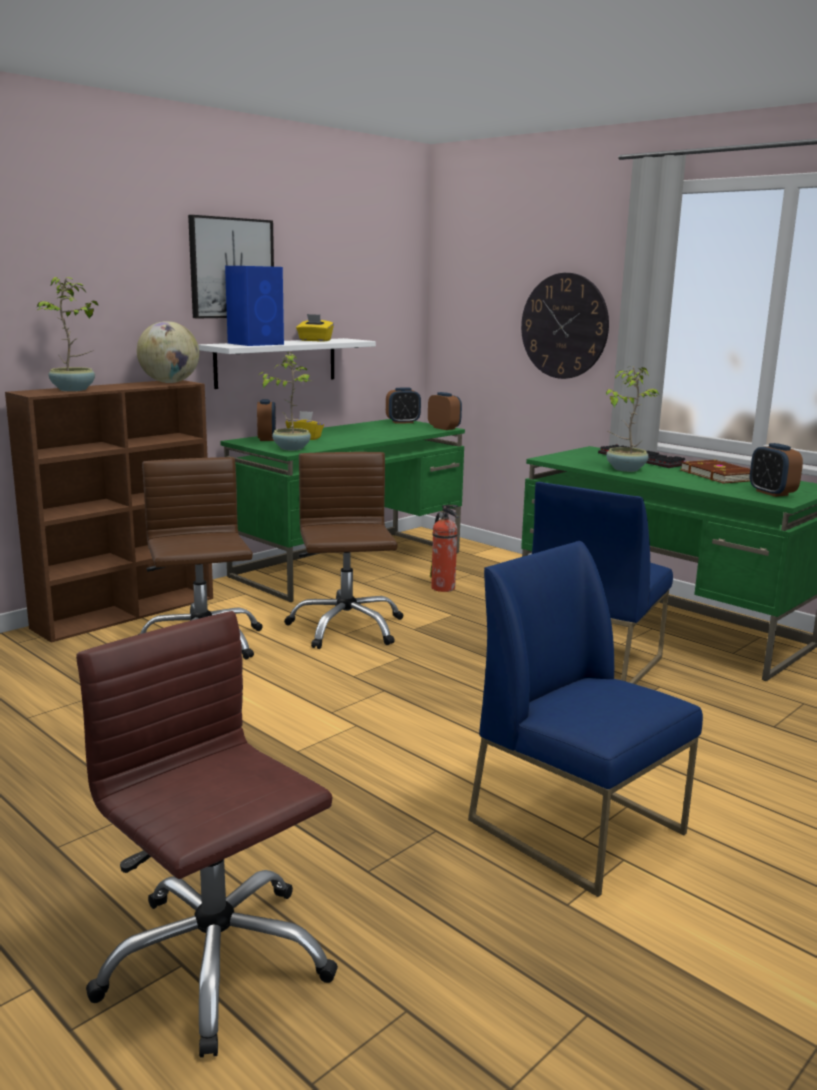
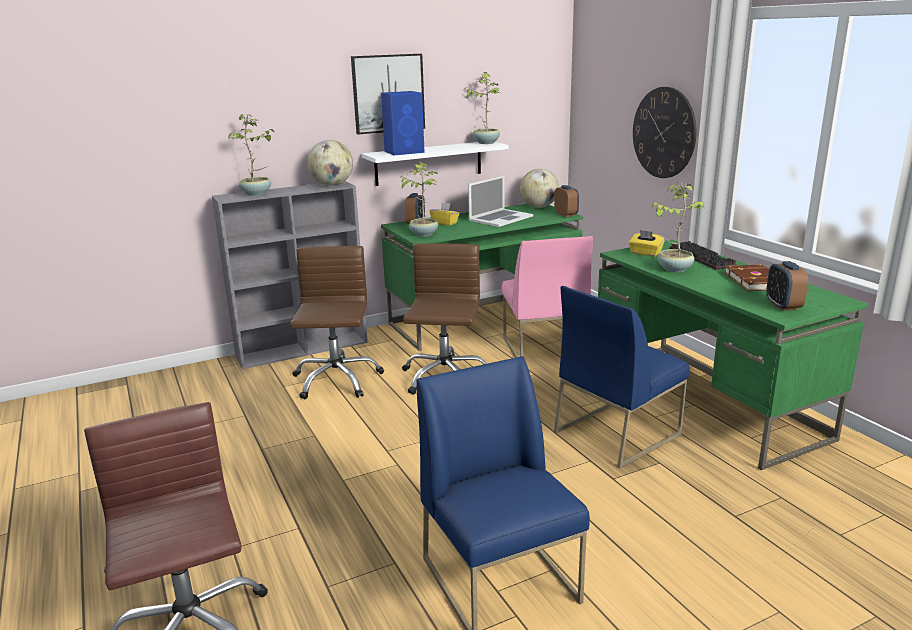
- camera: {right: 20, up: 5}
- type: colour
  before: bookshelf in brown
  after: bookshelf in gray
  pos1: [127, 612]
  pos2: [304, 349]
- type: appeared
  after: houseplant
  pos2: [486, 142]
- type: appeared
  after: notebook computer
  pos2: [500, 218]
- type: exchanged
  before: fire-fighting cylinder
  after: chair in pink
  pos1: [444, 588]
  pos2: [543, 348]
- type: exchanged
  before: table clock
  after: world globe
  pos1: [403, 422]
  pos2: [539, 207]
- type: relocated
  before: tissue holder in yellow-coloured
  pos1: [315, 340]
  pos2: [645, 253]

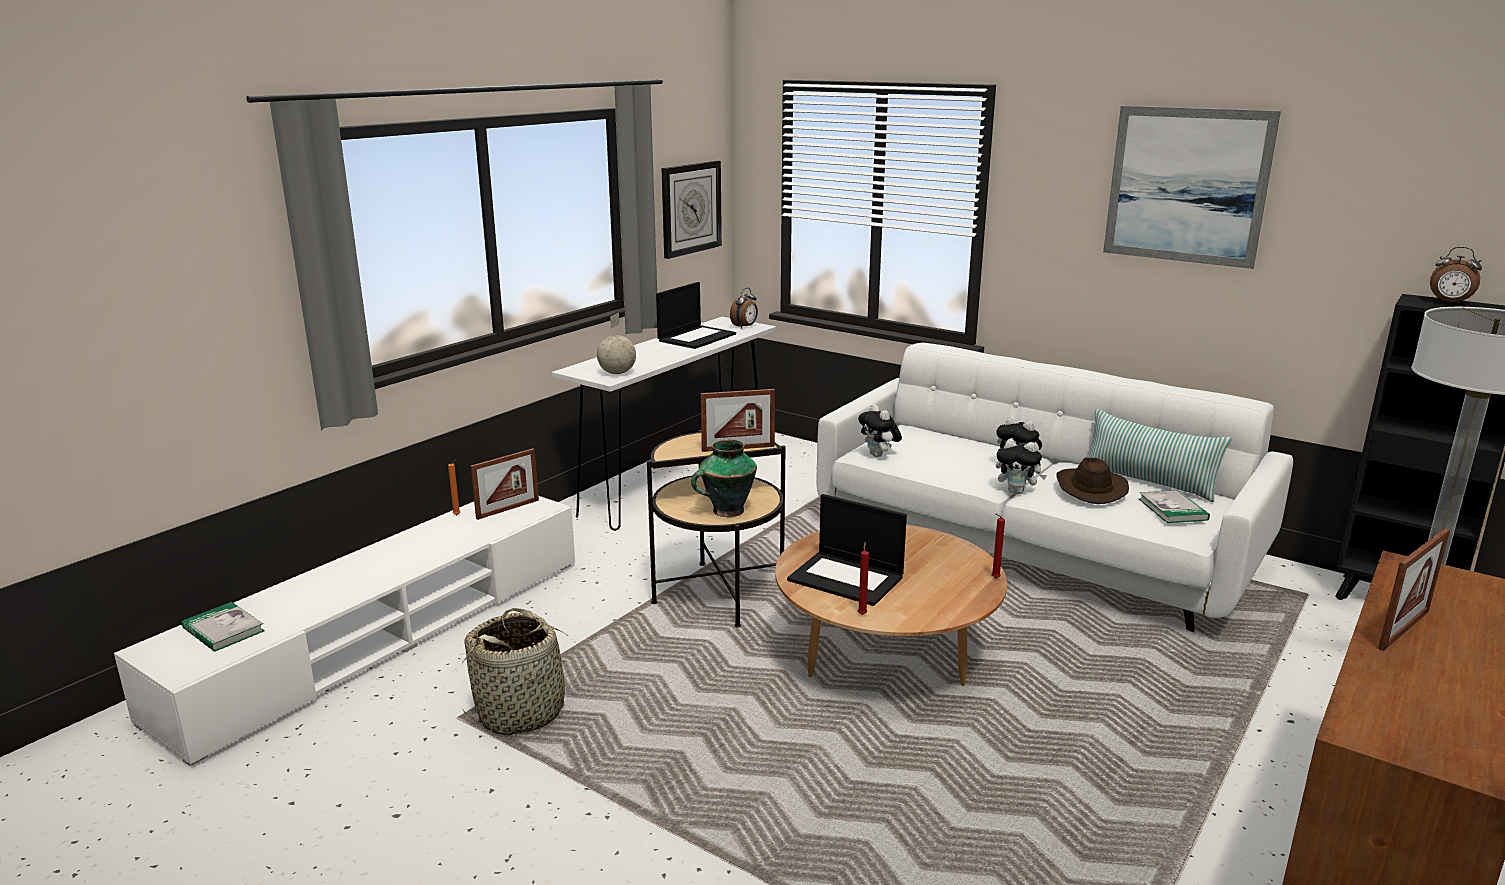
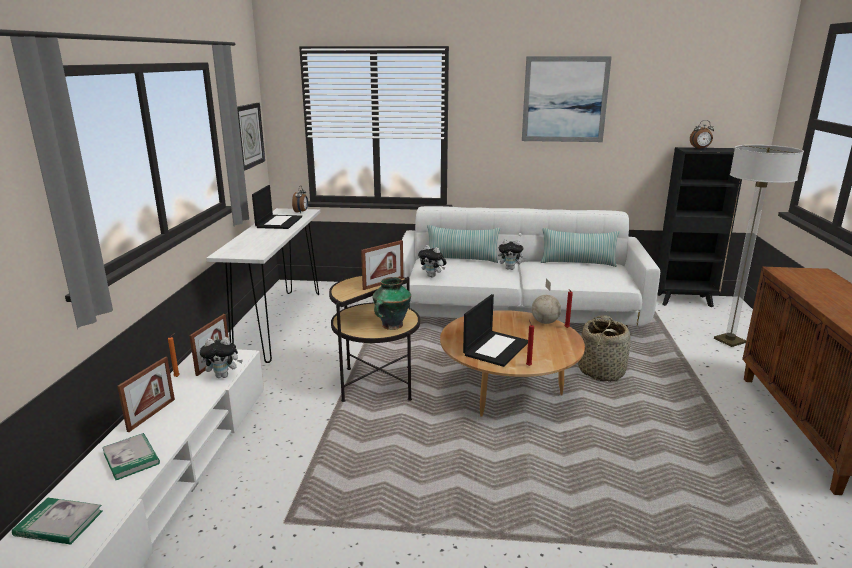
- camera: {right: -30, up: 0}
- type: relocated
  before: volume
  pos1: [1172, 509]
  pos2: [131, 458]
- type: relocated
  before: picture frame
  pos1: [1404, 629]
  pos2: [151, 415]
- type: relocated
  before: soft toy
  pos1: [1017, 491]
  pos2: [223, 376]
- type: appeared
  after: cushion
  pos2: [462, 259]
- type: spun
  before: notebook computer
  pos1: [847, 578]
  pos2: [496, 348]
  turn: -60
- type: relocated
  before: world globe
  pos1: [617, 373]
  pos2: [545, 322]
- type: relocated
  before: storage basket
  pos1: [522, 712]
  pos2: [601, 371]
- type: missing
  before: wearable hat in brown
  pos1: [1090, 488]

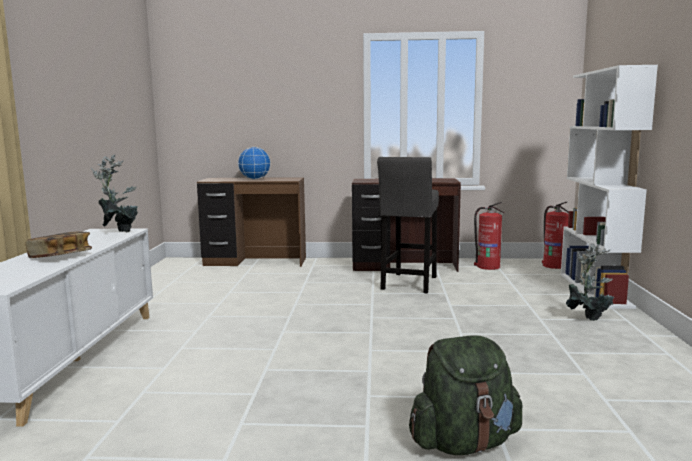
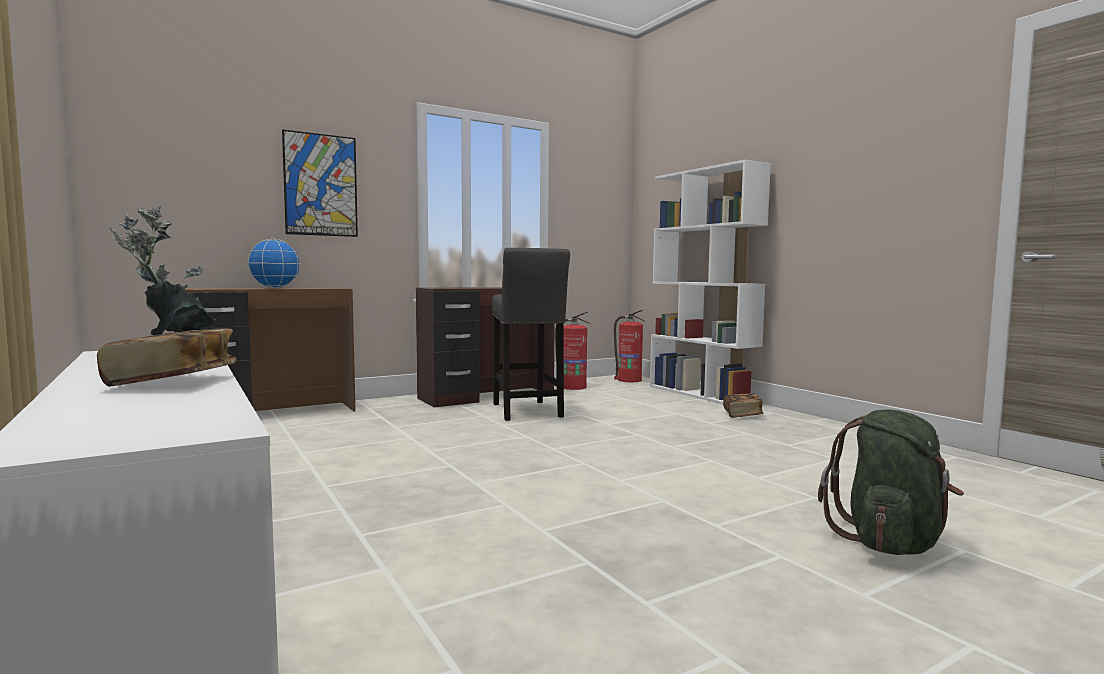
- camera: {right: -35, up: -5}
- type: appeared
  after: wall picture
  pos2: [321, 185]
- type: exchanged
  before: houseplant
  after: volume
  pos1: [588, 317]
  pos2: [742, 415]

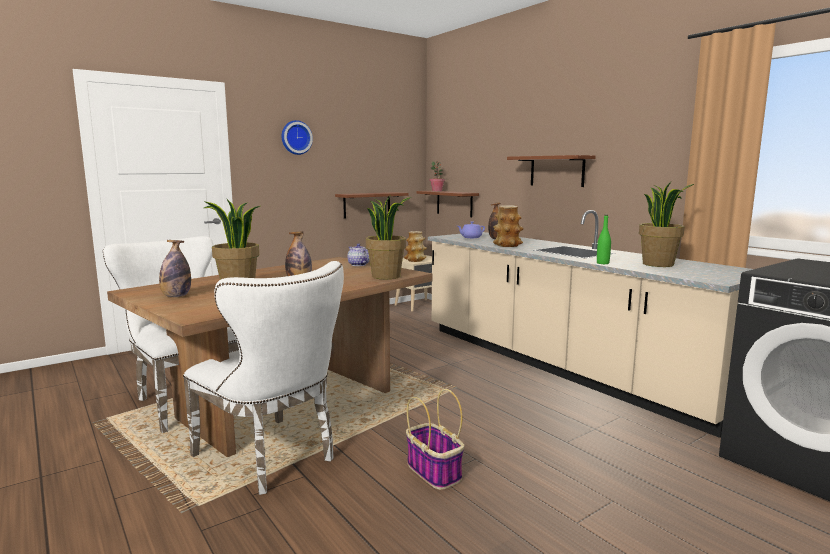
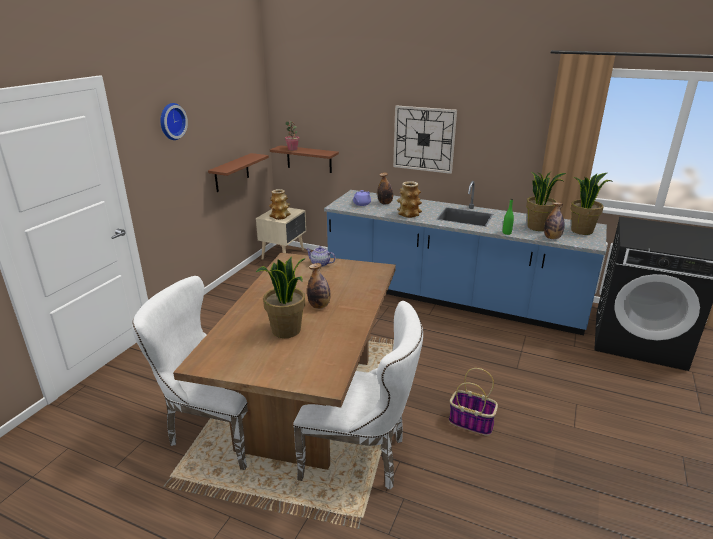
- camera: {right: -30, up: 15}
- type: colour
  before: kitchen counter in beige
  after: kitchen counter in bluish
  pos1: [561, 365]
  pos2: [452, 298]
- type: exchanged
  before: wall shelf in brown
  after: hanging clock
  pos1: [557, 171]
  pos2: [424, 139]
- type: relocated
  before: drink bottle
  pos1: [176, 296]
  pos2: [552, 238]
- type: relocated
  before: houseplant
  pos1: [386, 276]
  pos2: [581, 230]

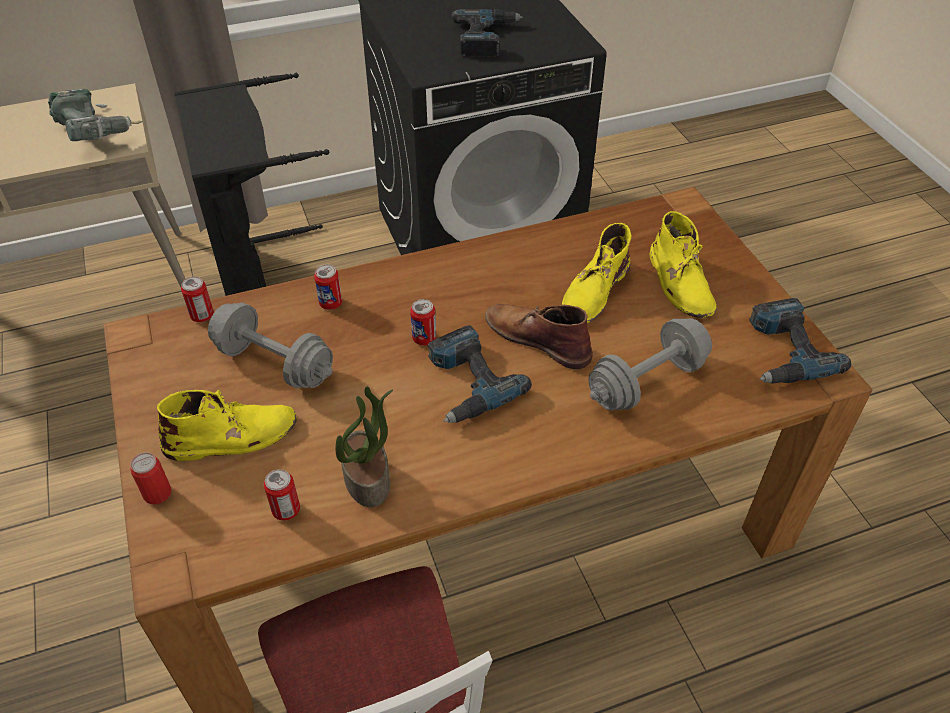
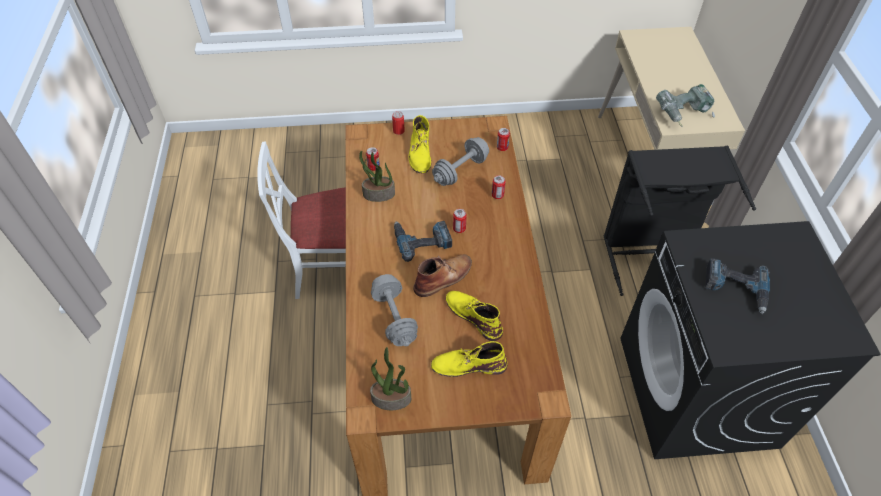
- camera: {right: 105, up: 5}
- type: exchanged
  before: drill
  after: houseplant
  pos1: [783, 351]
  pos2: [392, 398]

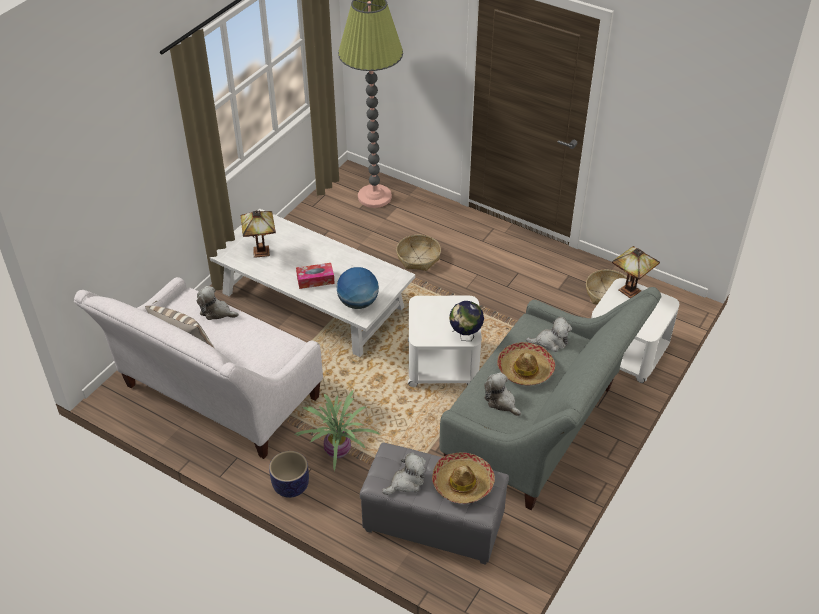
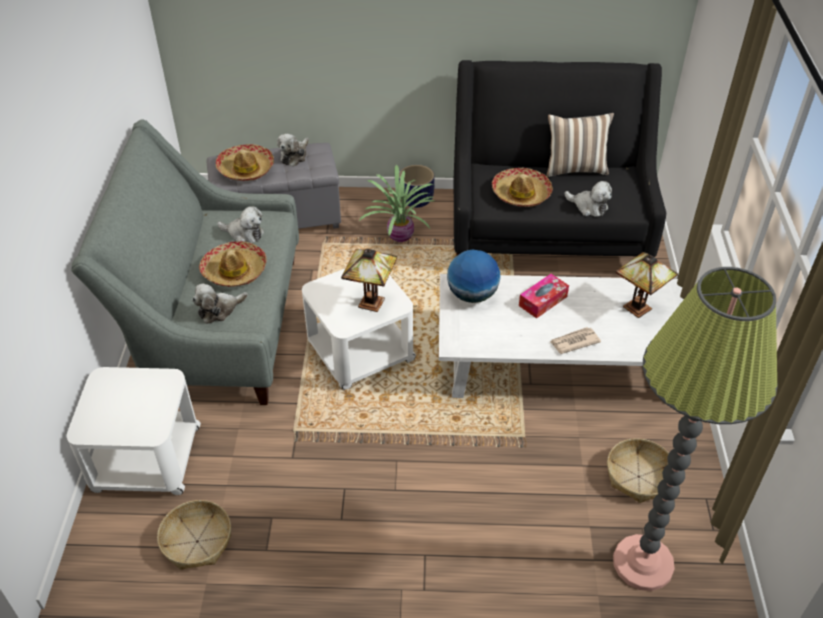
- camera: {right: 150, up: 0}
- type: relocated
  before: tabletop lamp
  pos1: [630, 289]
  pos2: [372, 304]
- type: colour
  before: couch in white
  after: couch in blackish
  pos1: [215, 399]
  pos2: [547, 233]
- type: appeared
  after: wearable hat
  pos2: [521, 194]
- type: appeared
  after: printed paper
  pos2: [574, 342]
- type: spun
  before: soft toy
  pos1: [216, 312]
  pos2: [588, 206]
  turn: 45
- type: relocated
  before: storage basket
  pos1: [418, 258]
  pos2: [639, 477]
- type: missing
  before: world globe
  pos1: [465, 336]

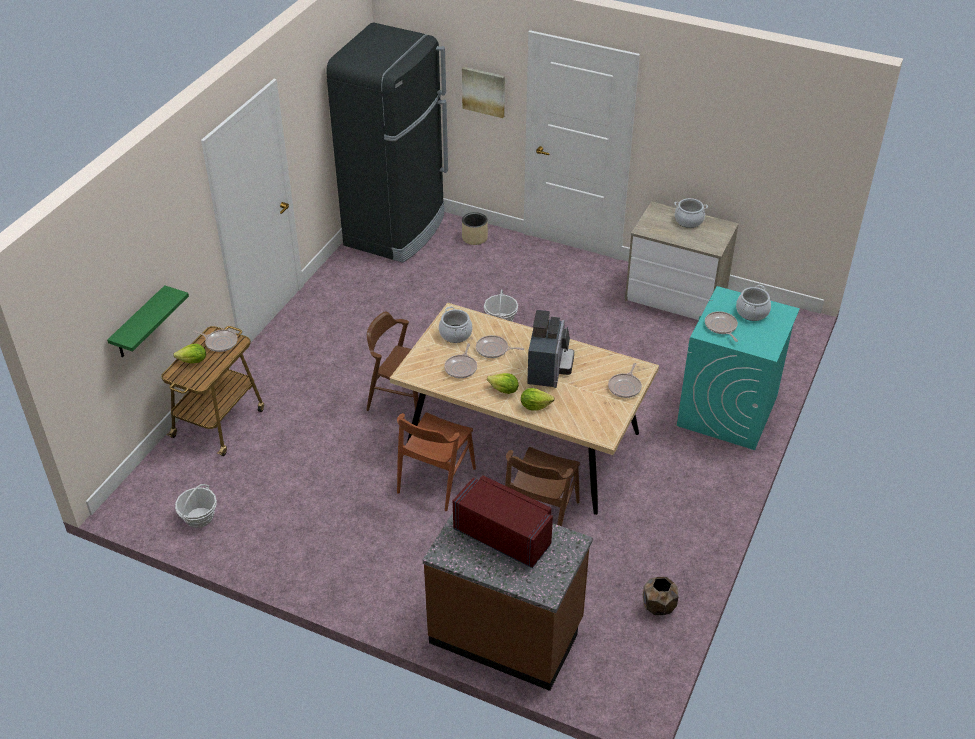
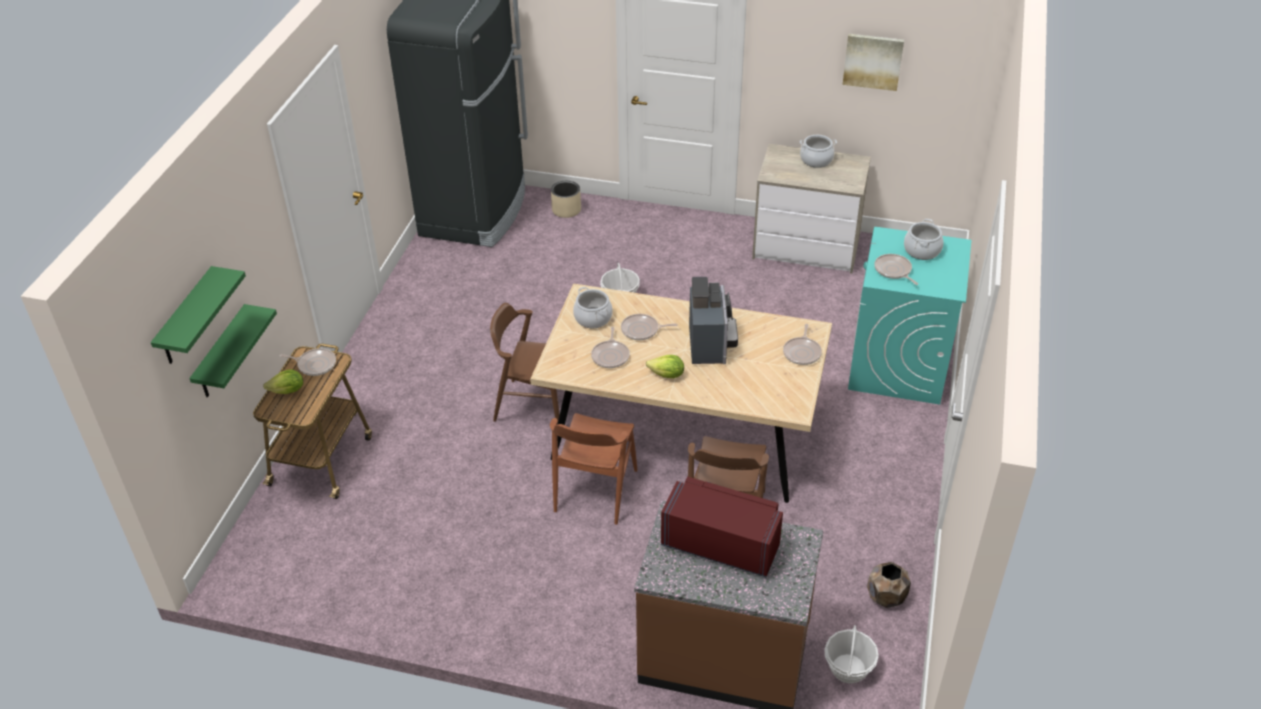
- camera: {right: -10, up: 0}
- type: appeared
  after: wall shelf in green-coloured
  pos2: [186, 318]
- type: relocated
  before: storage basket
  pos1: [199, 517]
  pos2: [848, 668]
- type: relocated
  before: wall picture
  pos1: [484, 91]
  pos2: [873, 61]
- type: missing
  before: lettuce head
  pos1: [535, 406]

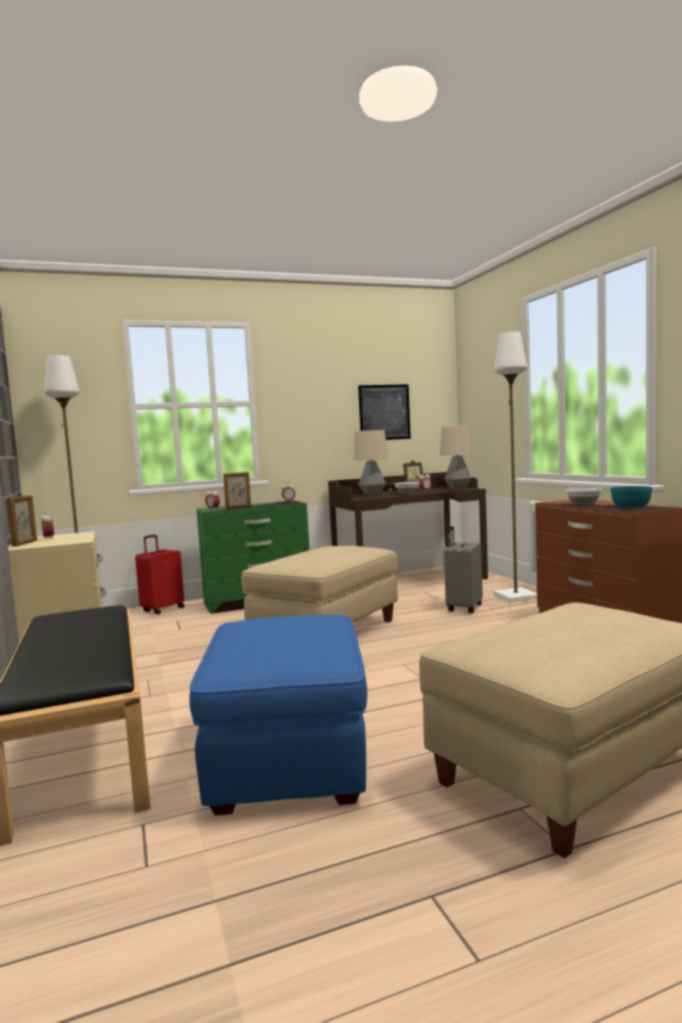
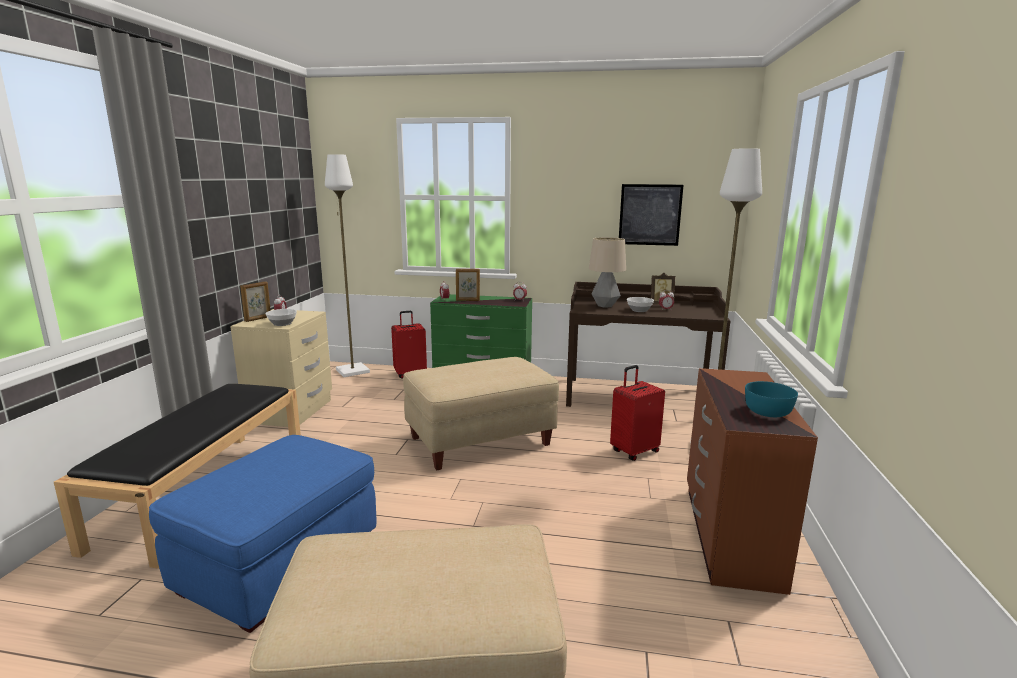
- camera: {right: 30, up: 10}
- type: relocated
  before: deep dish
  pos1: [583, 504]
  pos2: [282, 324]
- type: colour
  before: piece of luggage in gray
  after: piece of luggage in red-coloured
  pos1: [463, 608]
  pos2: [634, 451]
- type: missing
  before: tabletop lamp
  pos1: [458, 489]

